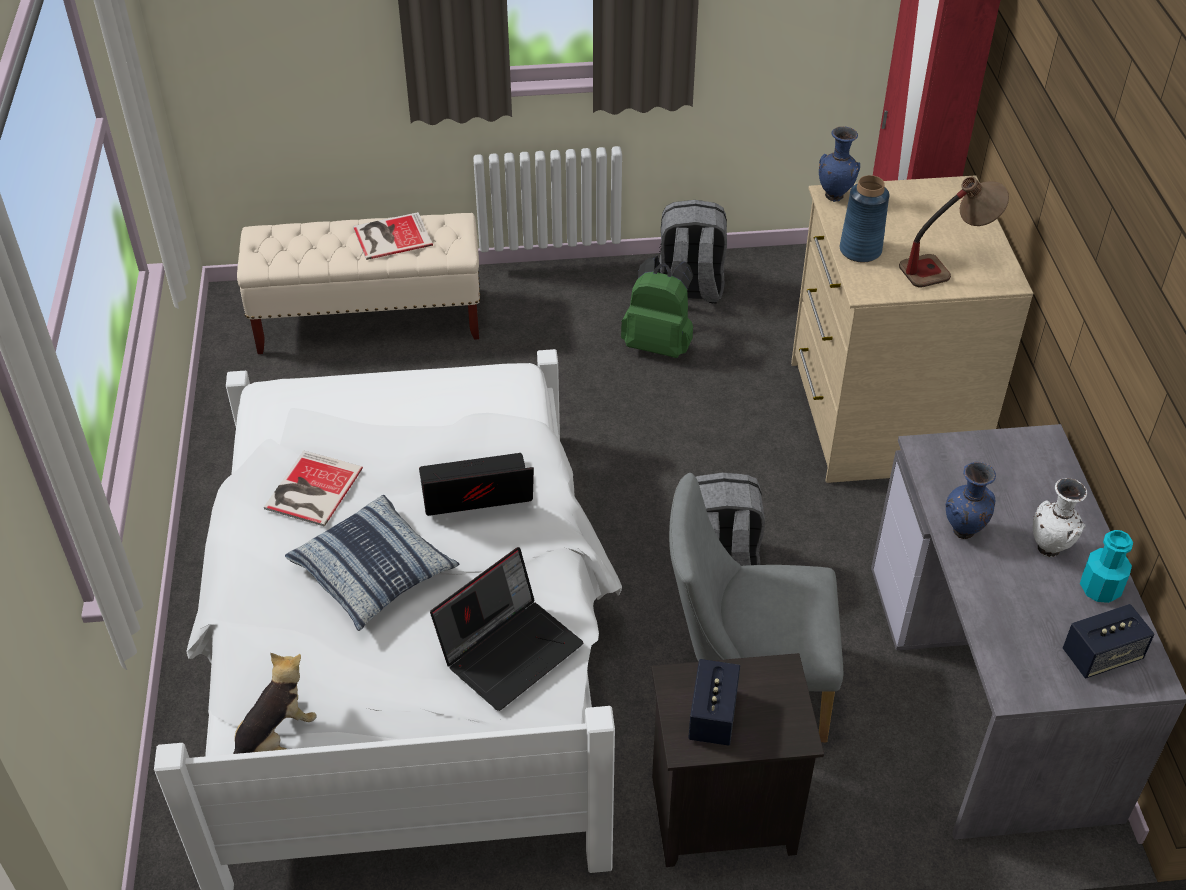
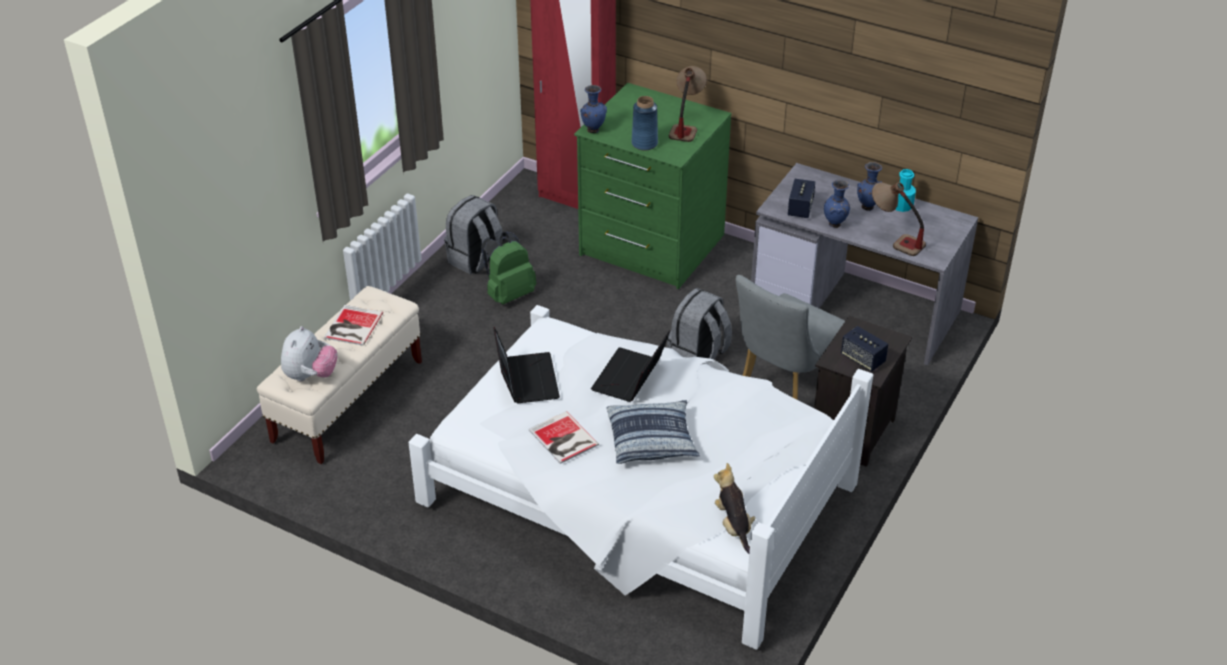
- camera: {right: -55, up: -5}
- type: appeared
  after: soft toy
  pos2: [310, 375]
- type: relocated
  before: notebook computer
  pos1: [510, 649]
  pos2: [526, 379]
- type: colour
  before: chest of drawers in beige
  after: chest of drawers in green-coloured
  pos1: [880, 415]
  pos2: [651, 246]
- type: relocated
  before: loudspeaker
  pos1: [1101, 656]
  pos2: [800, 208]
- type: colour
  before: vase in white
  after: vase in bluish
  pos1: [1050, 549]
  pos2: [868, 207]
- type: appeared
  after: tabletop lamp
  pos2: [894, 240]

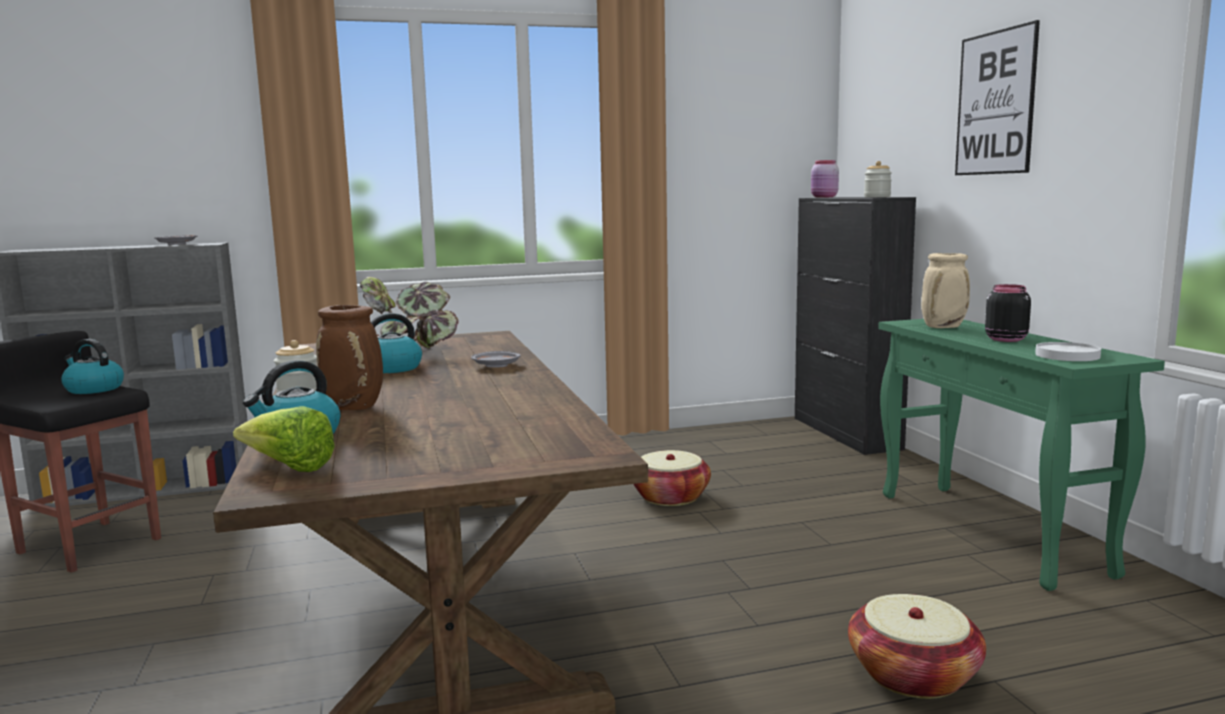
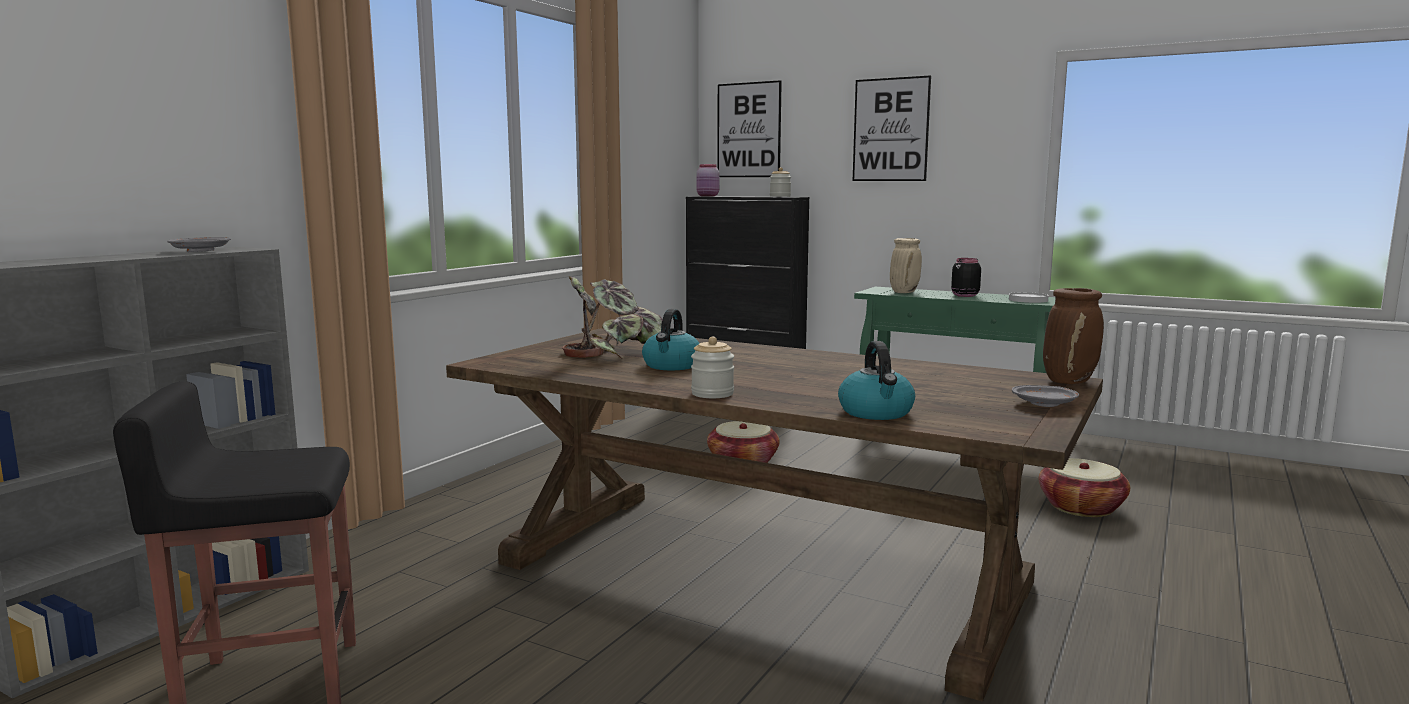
- camera: {right: -45, up: 0}
- type: appeared
  after: wall picture
  pos2: [749, 130]
- type: relocated
  before: dinner plate in gray
  pos1: [496, 366]
  pos2: [1045, 404]
- type: relocated
  before: vase in brown
  pos1: [355, 407]
  pos2: [1069, 381]
- type: missing
  before: tea kettle
  pos1: [93, 389]
- type: missing
  before: lettuce head
  pos1: [289, 468]

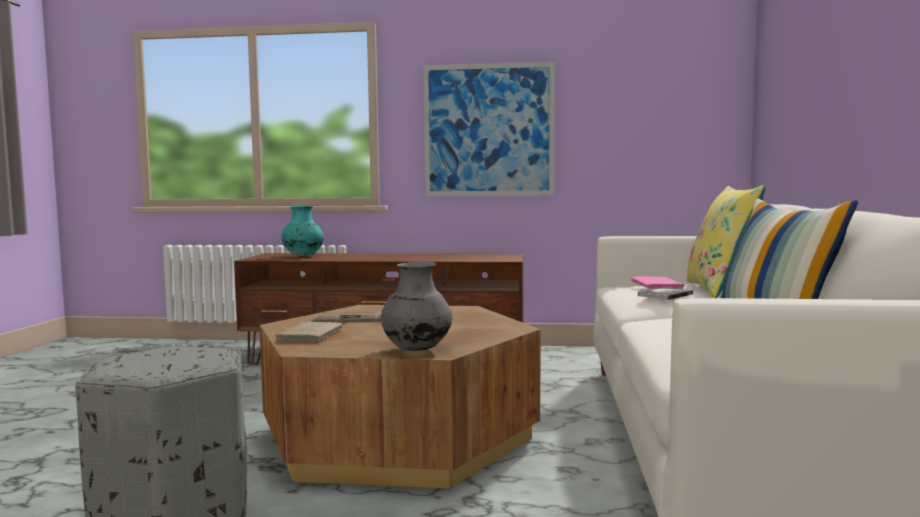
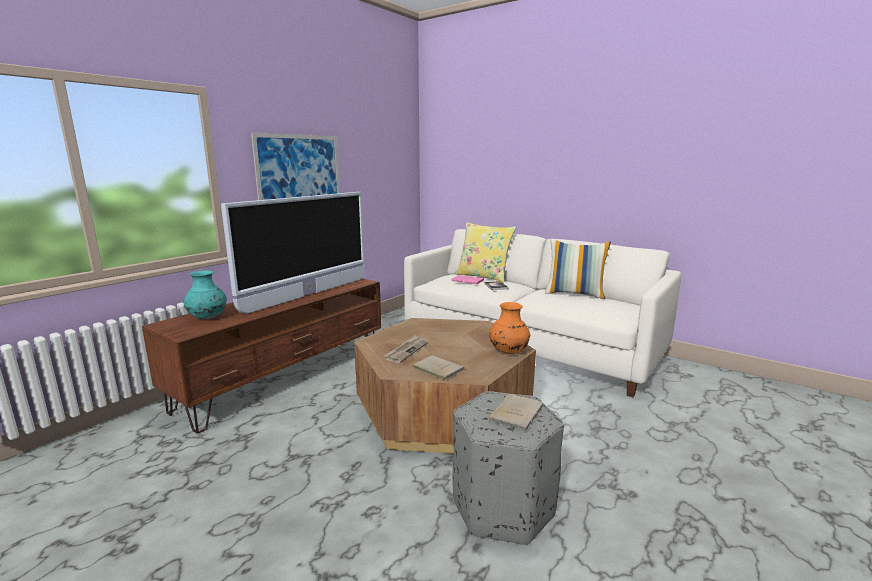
- camera: {right: -60, up: 10}
- type: appeared
  after: TV set
  pos2: [308, 294]
- type: appeared
  after: volume in beige
  pos2: [516, 413]
- type: colour
  before: vase in gray
  after: vase in orange
  pos1: [416, 350]
  pos2: [508, 352]

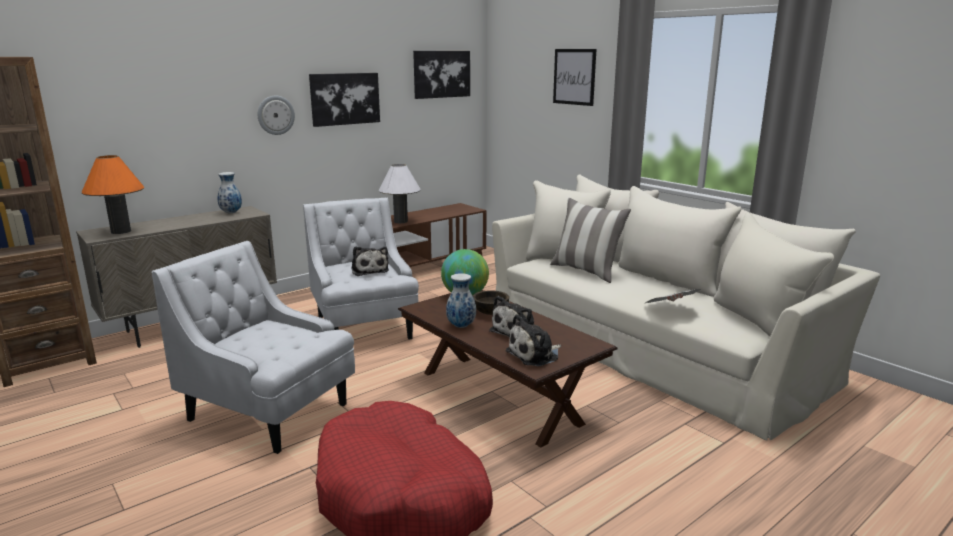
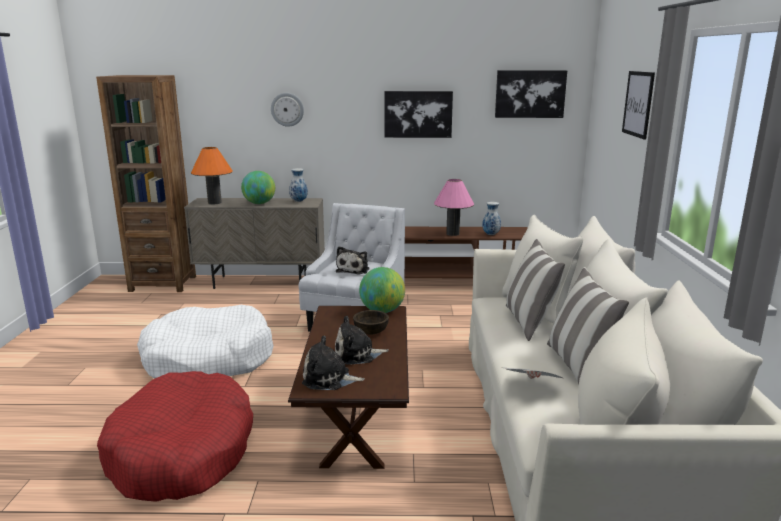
- camera: {right: 40, up: 0}
- type: exchanged
  before: armchair in white
  after: pet bed in white
  pos1: [270, 412]
  pos2: [208, 359]
- type: appeared
  after: world globe
  pos2: [259, 203]
- type: relocated
  before: hanging clock
  pos1: [275, 115]
  pos2: [287, 109]
- type: colour
  before: tabletop lamp in white
  after: tabletop lamp in pink
  pos1: [400, 221]
  pos2: [452, 234]
- type: relocated
  before: vase
  pos1: [460, 326]
  pos2: [490, 234]
- type: appeared
  after: cushion
  pos2: [579, 366]

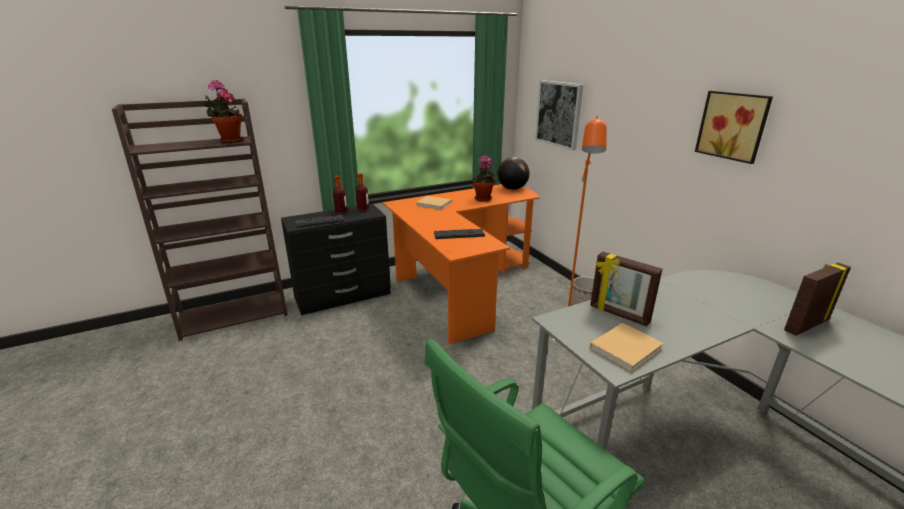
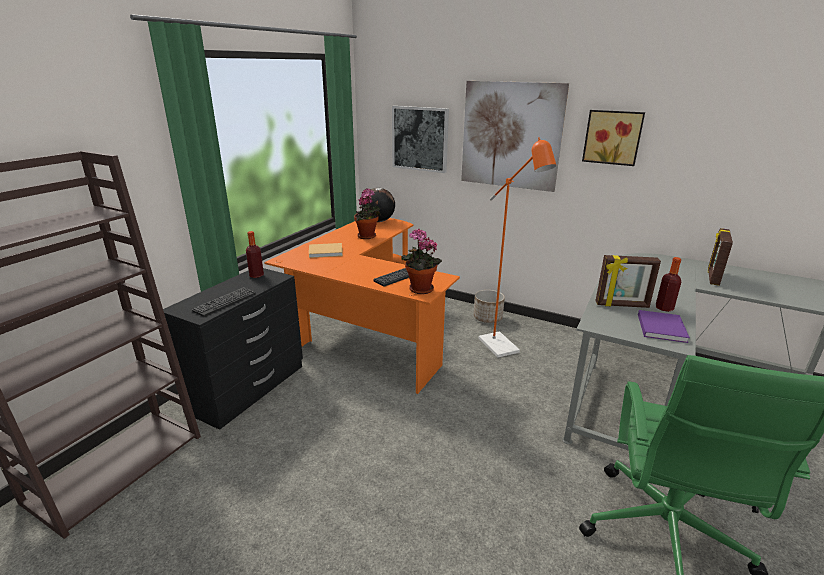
- camera: {right: -35, up: 0}
- type: relocated
  before: houseplant
  pos1: [229, 141]
  pos2: [419, 290]
- type: appeared
  after: wall picture
  pos2: [511, 135]
- type: colour
  before: volume in beige
  after: volume in purplish
  pos1: [627, 347]
  pos2: [661, 327]
- type: relocated
  before: drink bottle
  pos1: [341, 212]
  pos2: [664, 308]

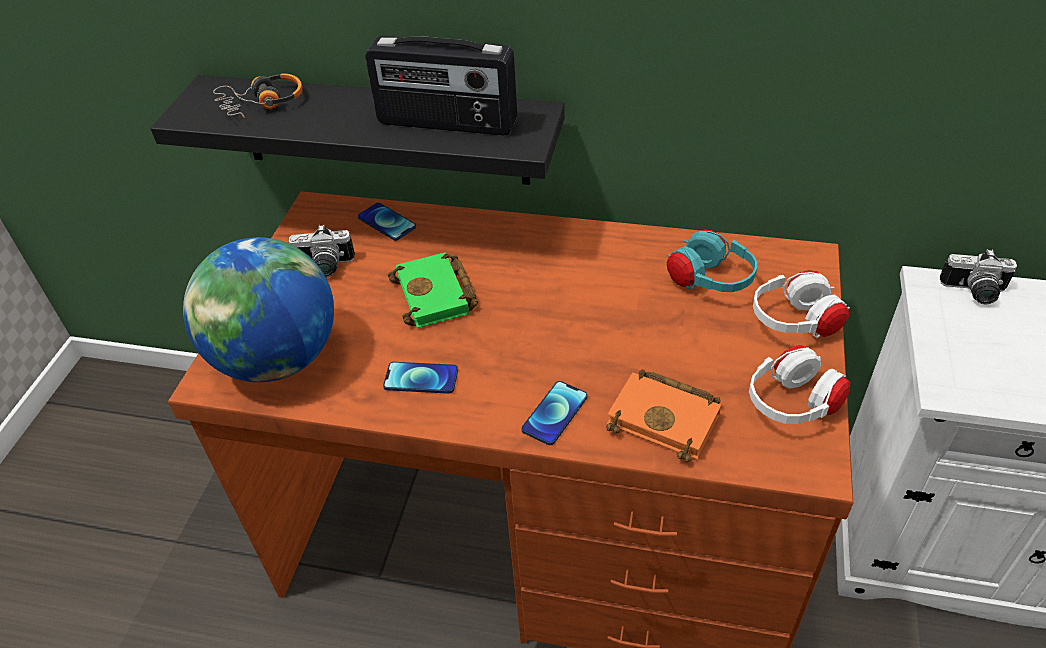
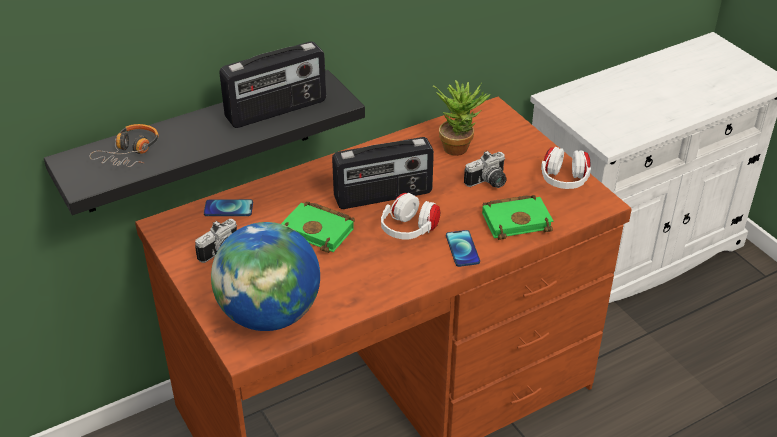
- camera: {right: -45, up: -5}
- type: appeared
  after: radio
  pos2: [383, 196]
- type: relocated
  before: pair of headphones in white
  pos1: [795, 323]
  pos2: [409, 231]
- type: exchanged
  before: pair of headphones in blue-green
  after: houseplant
  pos1: [709, 281]
  pos2: [459, 146]
- type: relocated
  before: still camera
  pos1: [974, 293]
  pos2: [488, 183]
- type: colour
  before: volume in orange
  after: volume in green-coloured
  pos1: [667, 418]
  pos2: [517, 220]
- type: missing
  before: phone
  pos1: [421, 379]

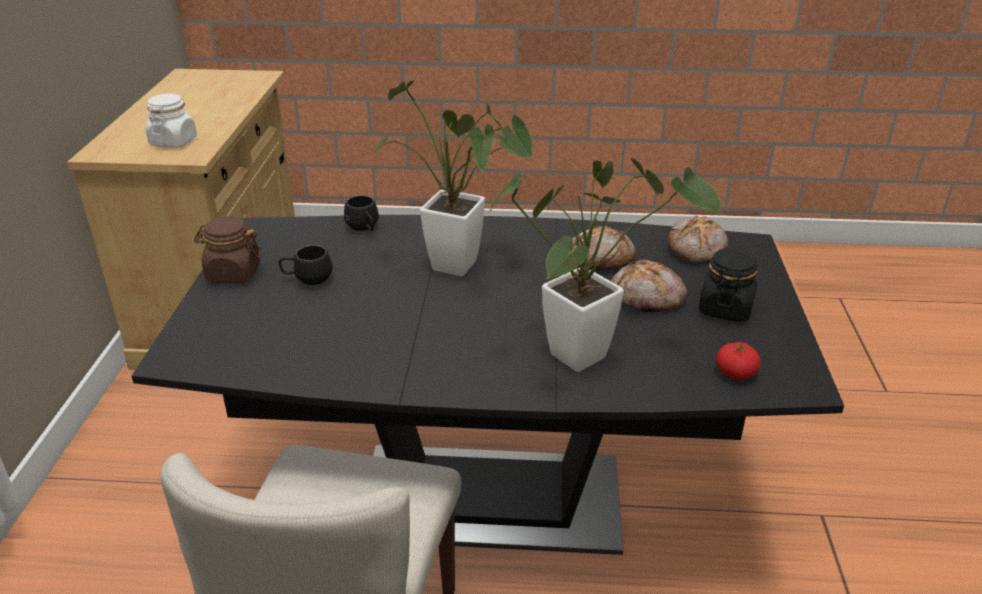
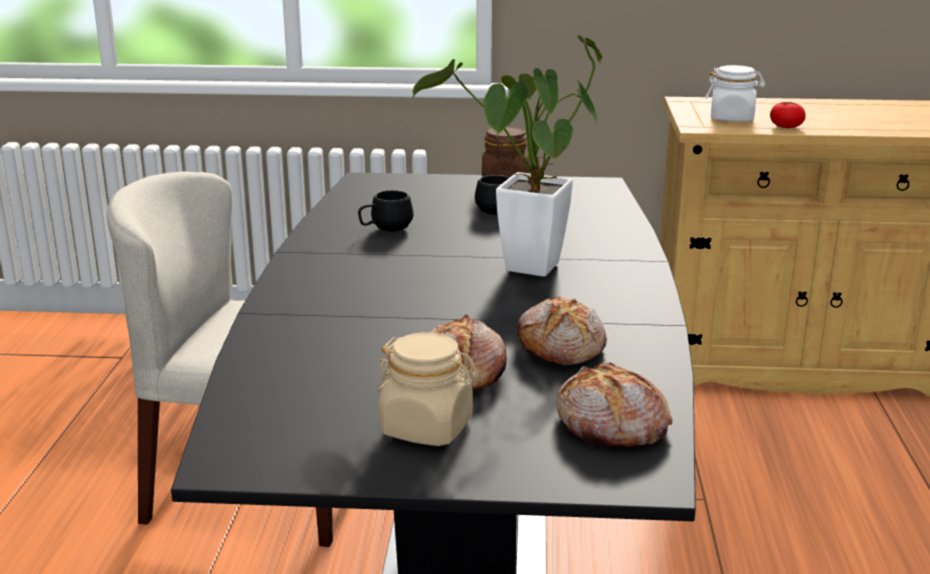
- camera: {right: 90, up: -10}
- type: relocated
  before: coffee mug in blackish
  pos1: [364, 230]
  pos2: [385, 230]
- type: colour
  before: storage jar in blackish
  after: storage jar in beige
  pos1: [725, 308]
  pos2: [427, 428]
- type: relocated
  before: whole tomato
  pos1: [735, 373]
  pos2: [786, 127]
- type: missing
  before: houseplant
  pos1: [588, 352]

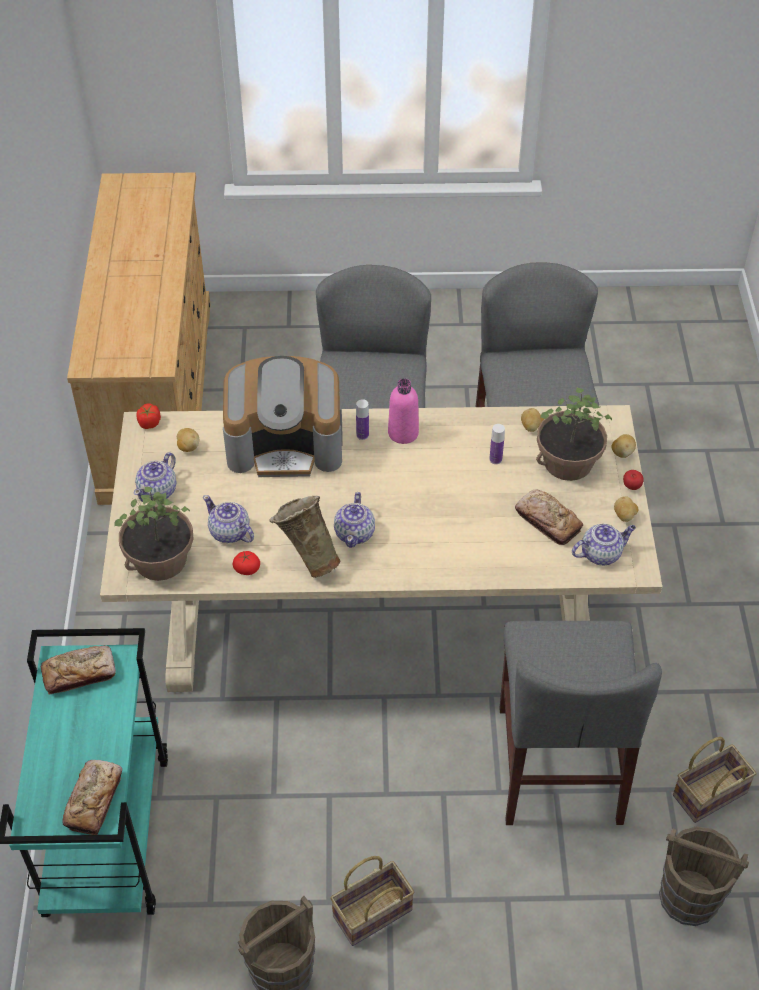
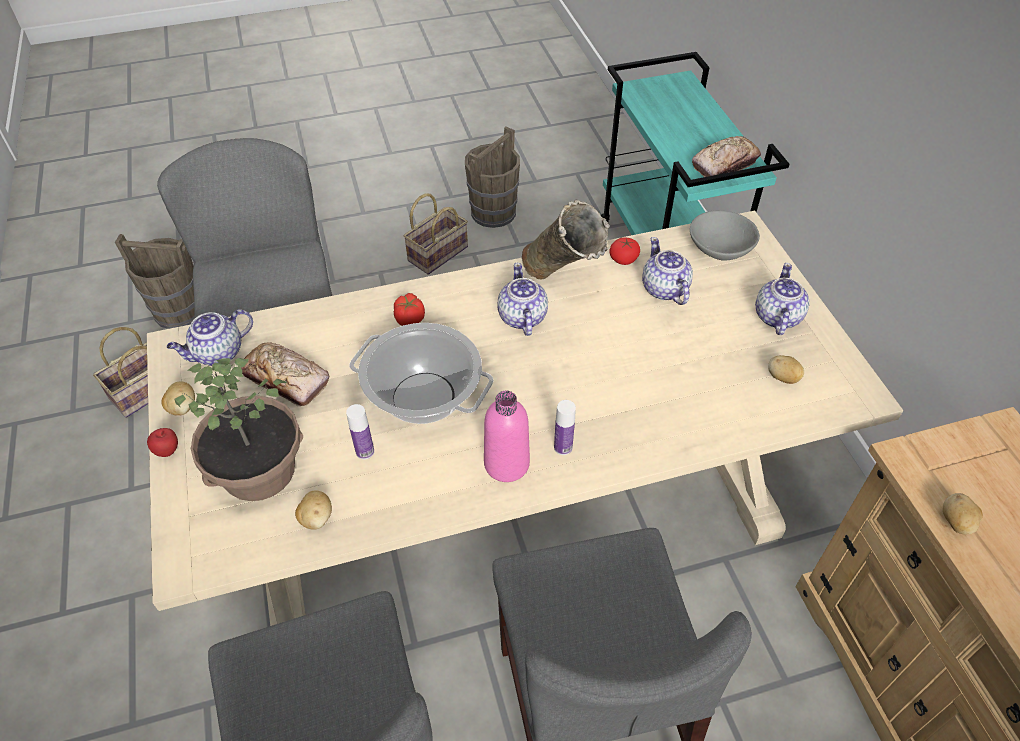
- camera: {right: 165, up: 0}
- type: appeared
  after: saucepot
  pos2: [424, 397]
- type: relocated
  before: whole tomato
  pos1: [149, 423]
  pos2: [410, 319]
- type: spun
  before: teapot
  pos1: [229, 532]
  pos2: [664, 289]
  turn: -135
- type: exchanged
  before: houseplant
  after: deep dish in gray
  pos1: [160, 559]
  pos2: [720, 250]
- type: relocated
  before: spud
  pos1: [622, 453]
  pos2: [955, 523]
- type: missing
  before: bakery bread
  pos1: [94, 800]
- type: missing
  before: coffee brewer
  pos1: [286, 443]

